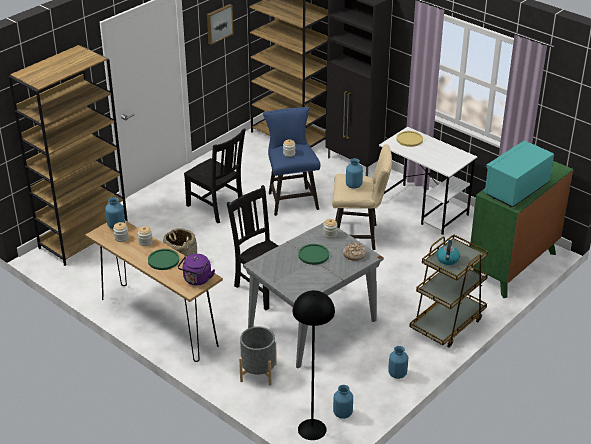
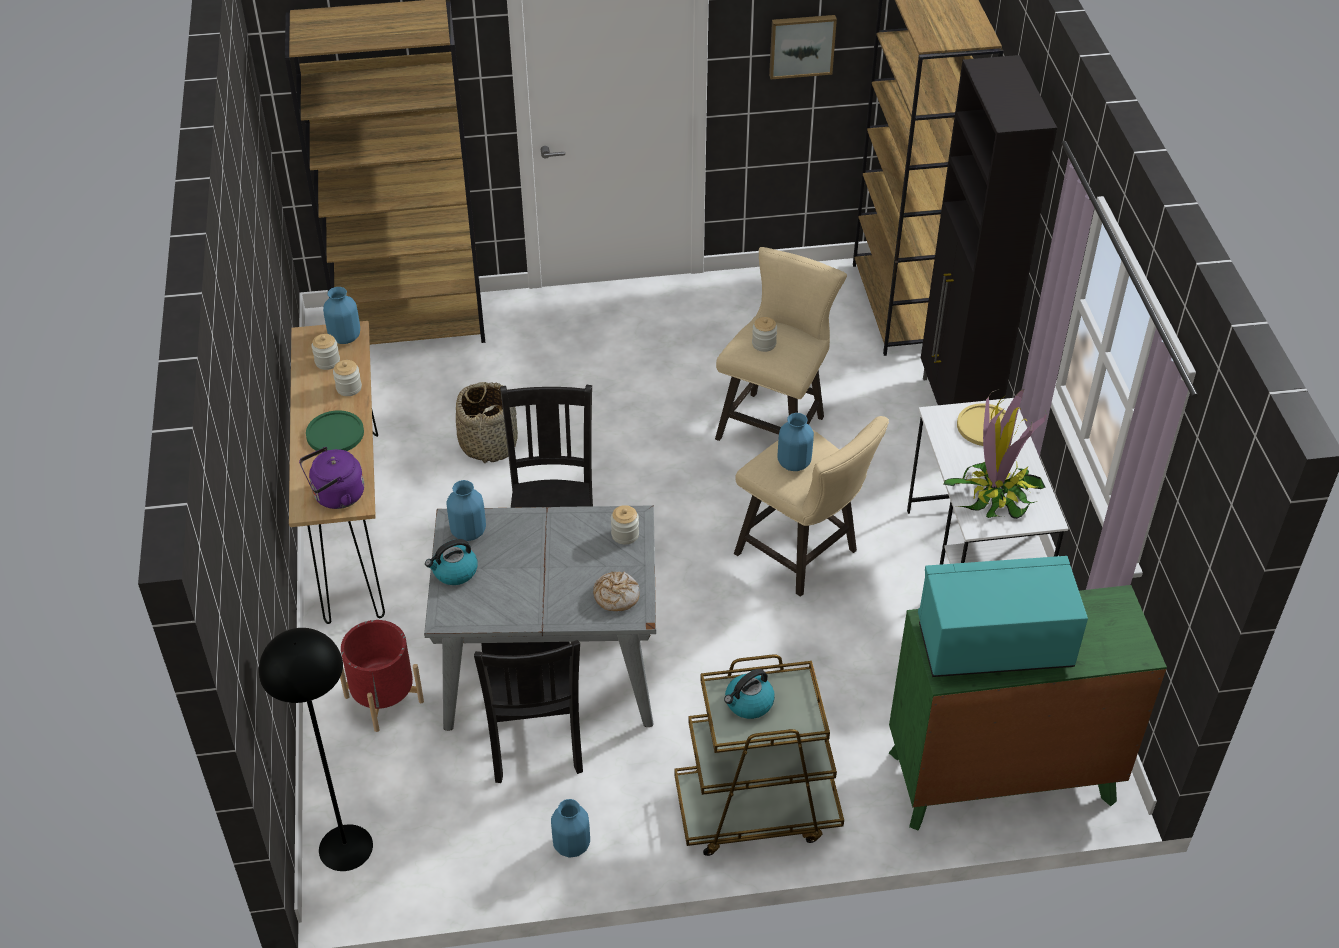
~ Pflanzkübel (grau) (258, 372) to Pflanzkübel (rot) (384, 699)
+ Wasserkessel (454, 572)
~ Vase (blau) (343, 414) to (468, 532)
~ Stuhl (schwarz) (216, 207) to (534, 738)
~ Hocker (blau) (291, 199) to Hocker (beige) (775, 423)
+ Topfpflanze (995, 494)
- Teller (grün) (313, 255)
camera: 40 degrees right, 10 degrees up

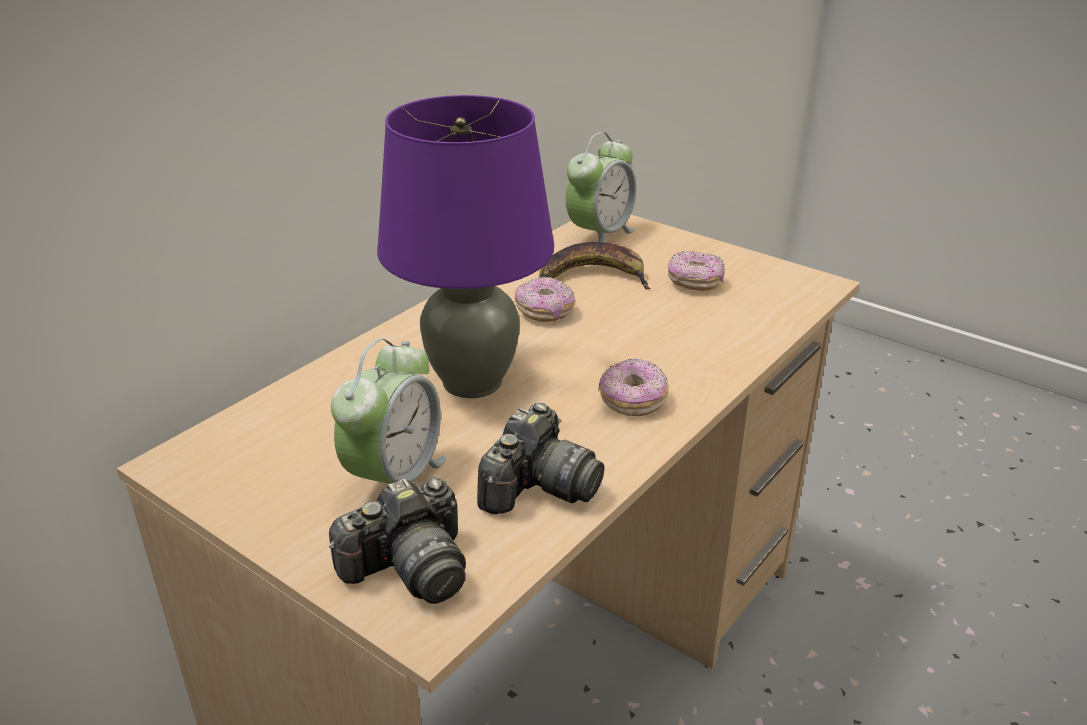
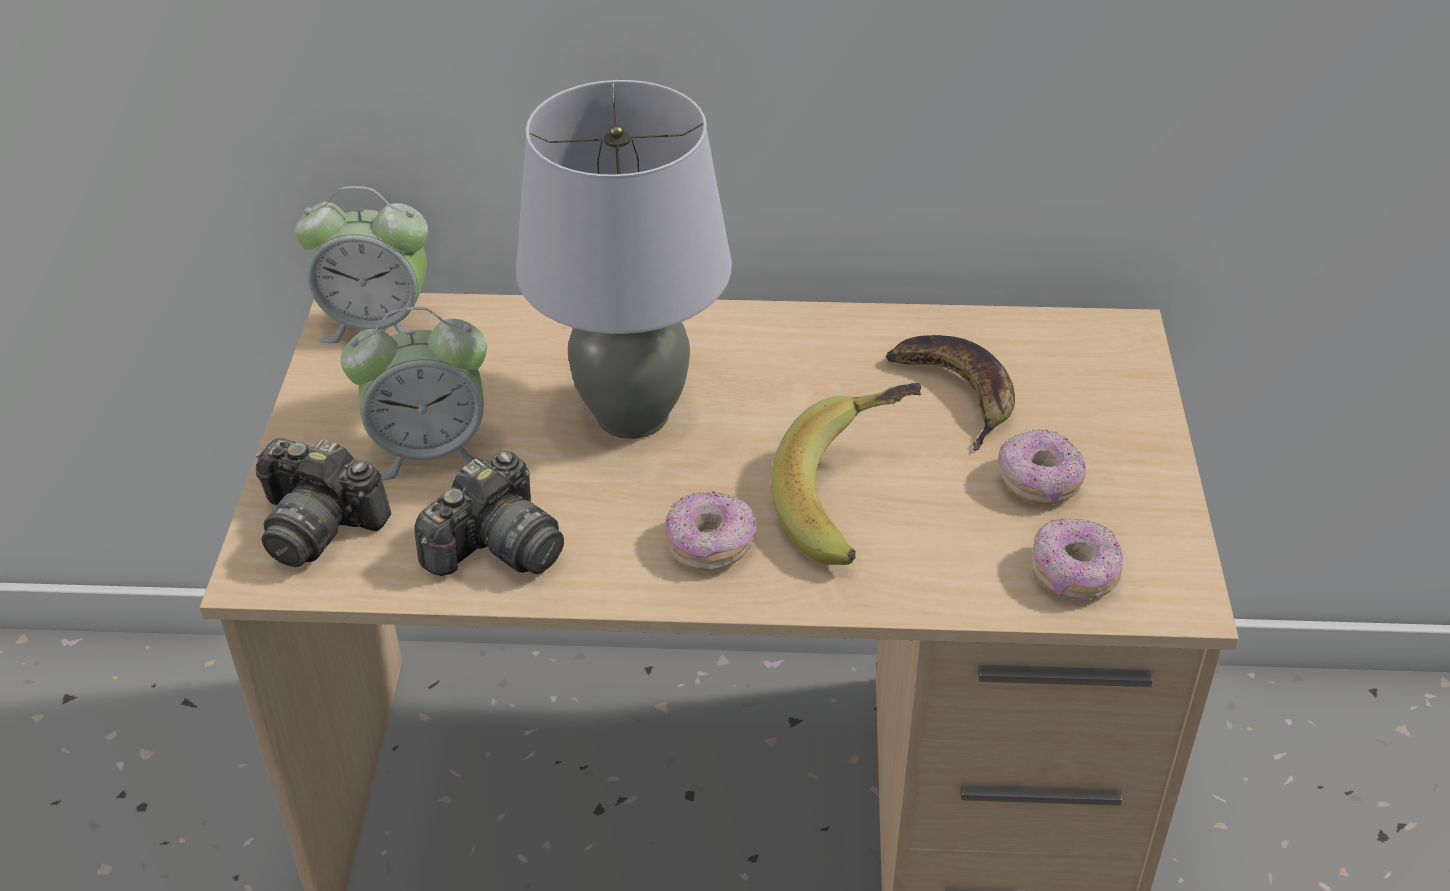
~ Wecker (600, 236) to (377, 324)
~ Kamera (538, 488) = (496, 548) 45 degrees counterclockwise
~ Tischlampe (lila) (472, 382) to Tischlampe (grau) (631, 415)
+ Banane (854, 502)
~ Donut (545, 312) to (1074, 574)
camera: 55 degrees right, 10 degrees up

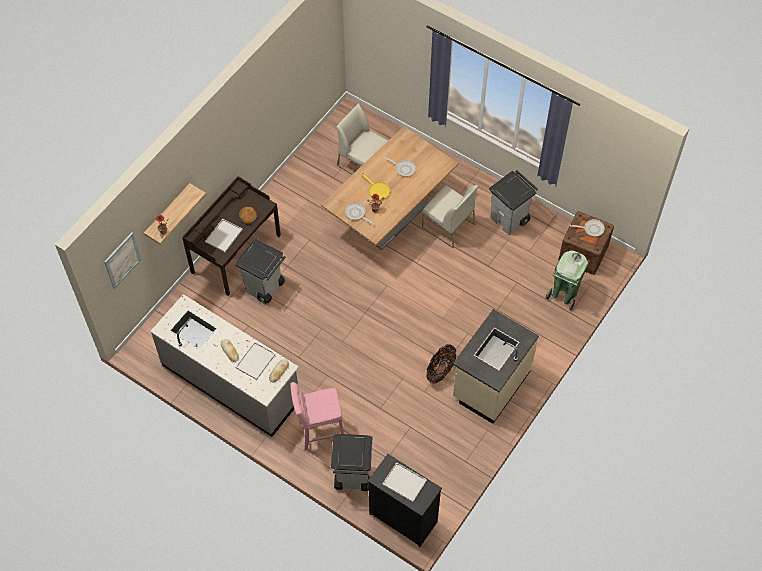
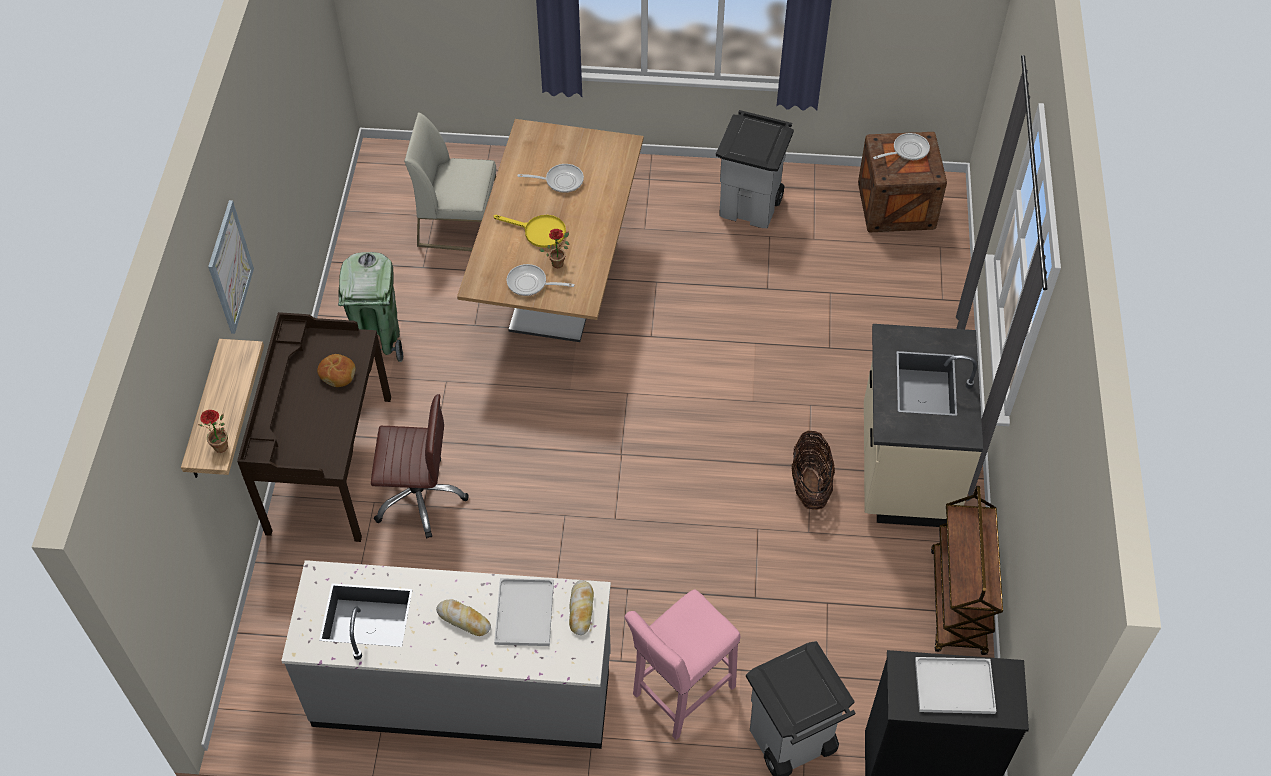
~ Bild (122, 260) to (230, 267)
~ Mülleimer (grün) (564, 294) to (378, 342)
~ Mülleimer (grau) (264, 288) to Bürostuhl (braun) (419, 497)
+ Rollwagen (braun) (958, 603)
- Tablett (weiß) (224, 235)
- Stuhl (weiß) (448, 226)
camera: 30 degrees left, 5 degrees down

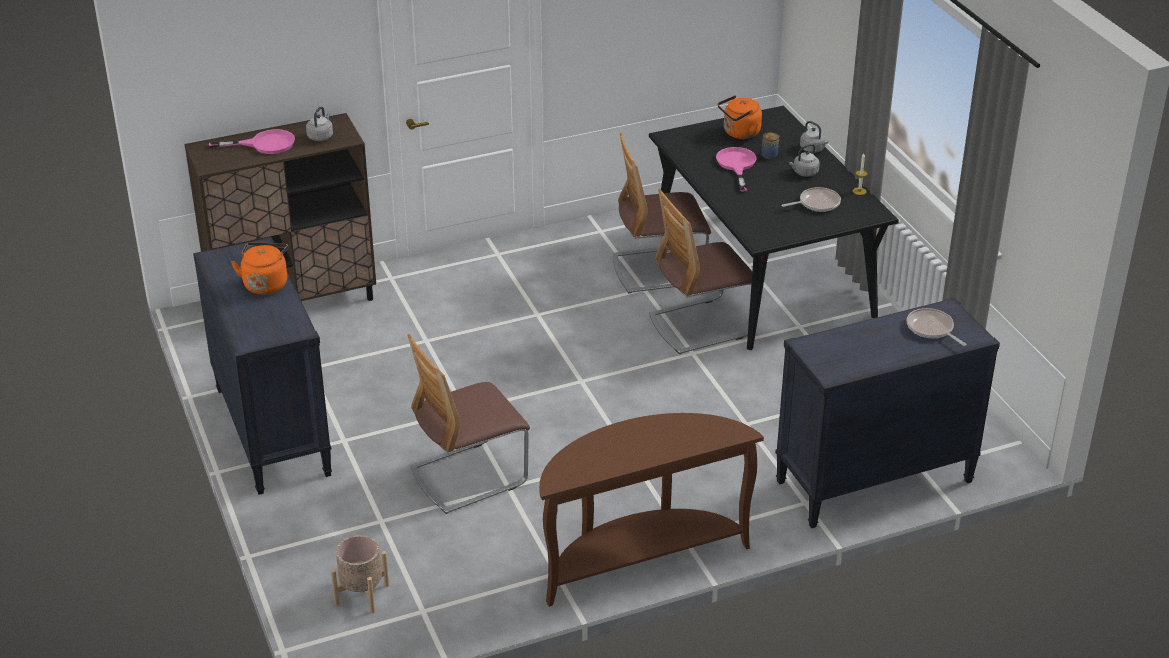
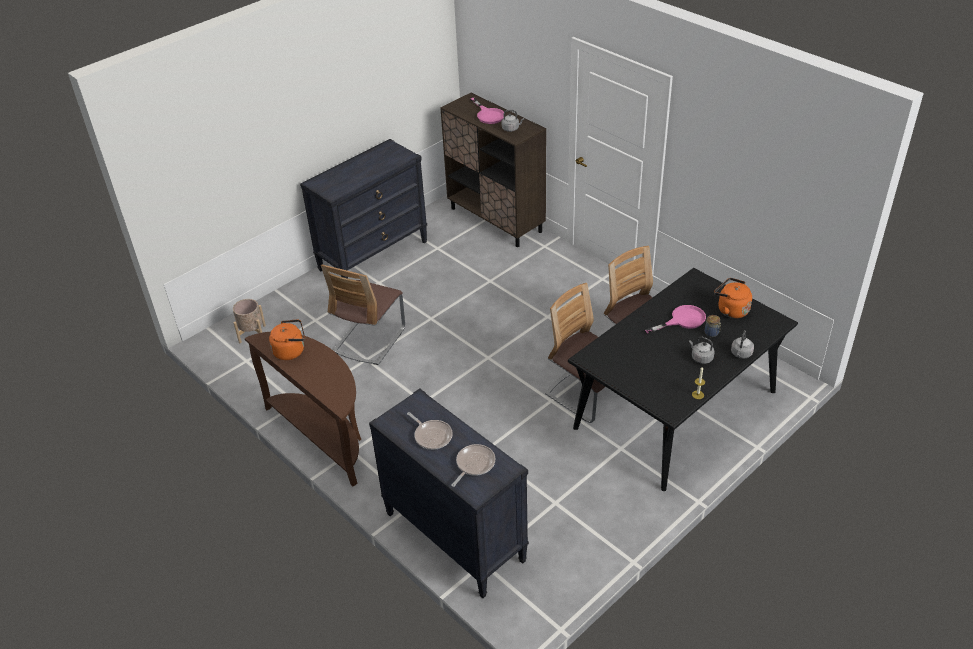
~ Wasserkessel (orange) (266, 283) to (291, 351)
~ Stuhl (469, 476) = (369, 340) 105 degrees counterclockwise
~ Pfanne (817, 203) to (432, 436)
camera: 70 degrees right, 5 degrees up

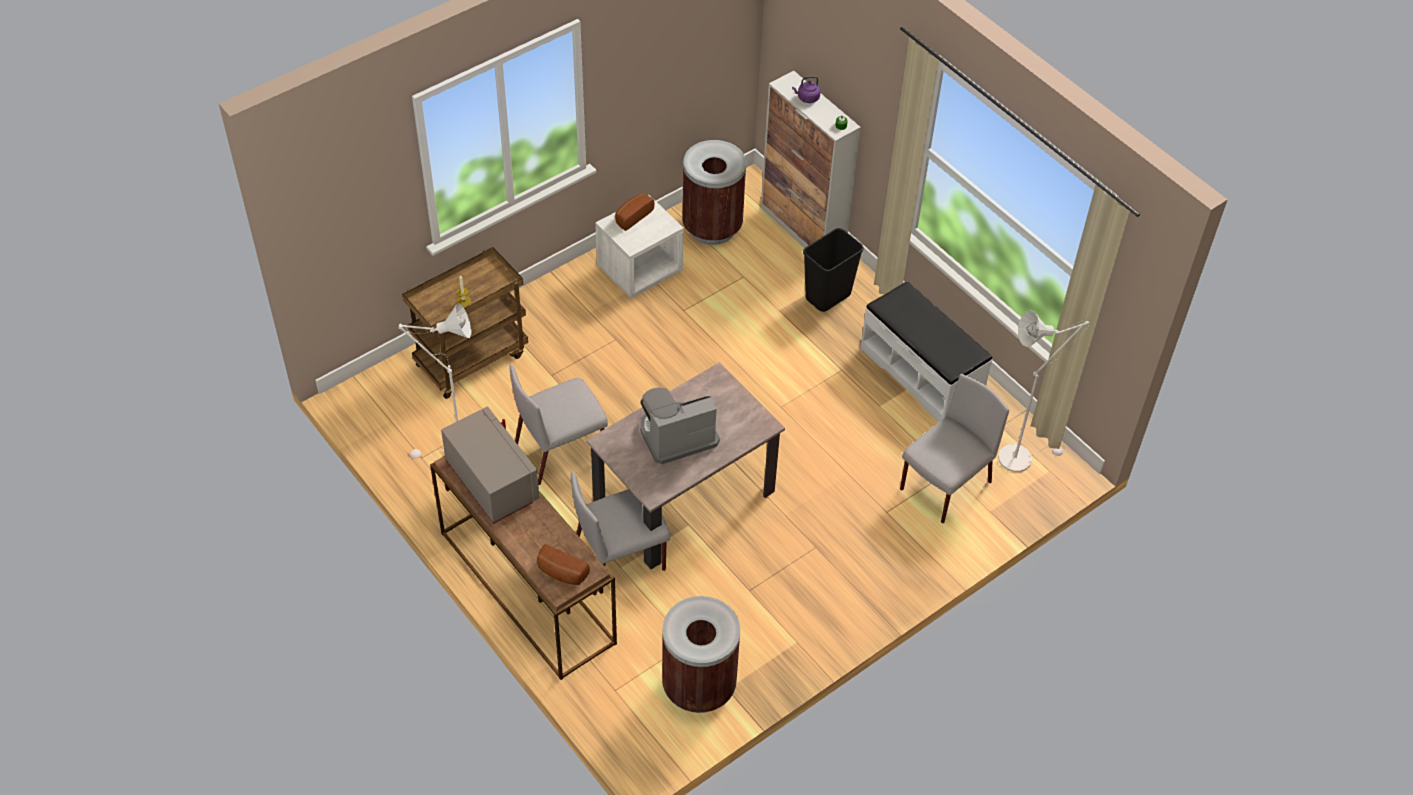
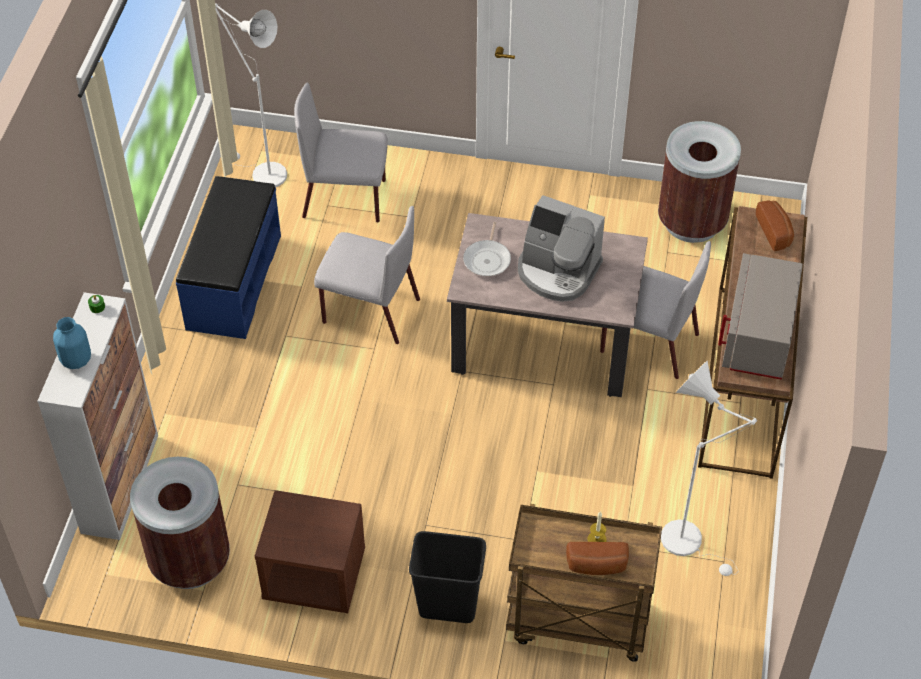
~ Wasserkessel (lila) (807, 98) to Vase (blau) (77, 360)
~ Bank (weiß) (921, 373) to Bank (blau) (233, 281)
~ Nachttisch (weiß) (640, 270) to Nachttisch (braun) (313, 576)
~ Stuhl (grau) (561, 450) to (369, 310)
~ Mülleimer (schwarz) (827, 296) to (447, 606)
+ Pfanne (487, 259)
~ Brot (632, 216) to (597, 567)
camera: 130 degrees left, 0 degrees up

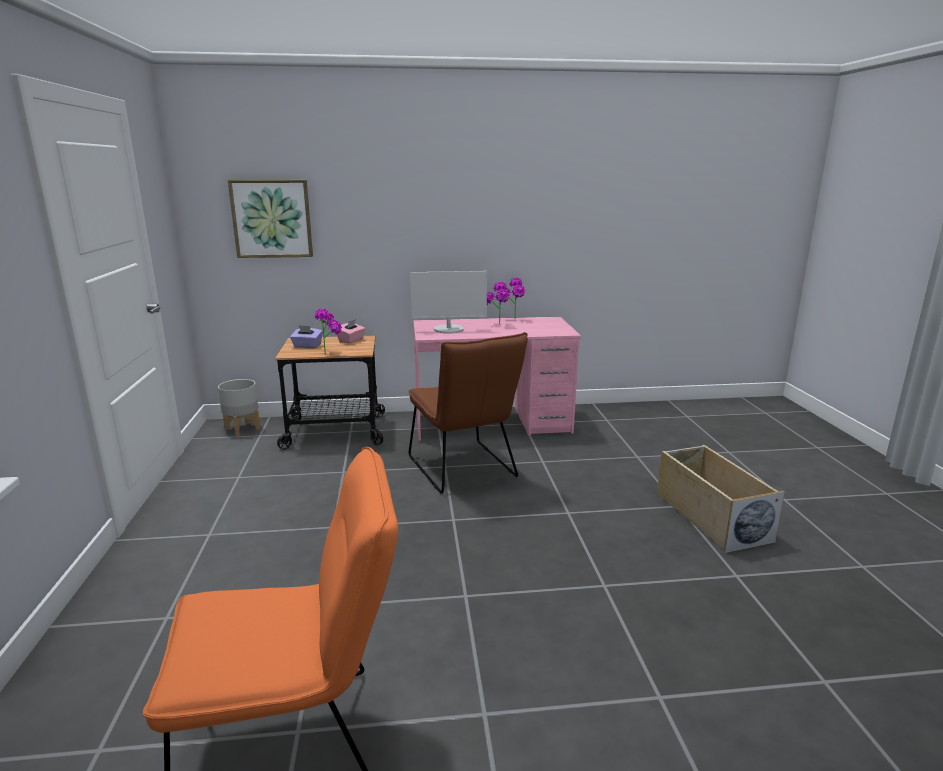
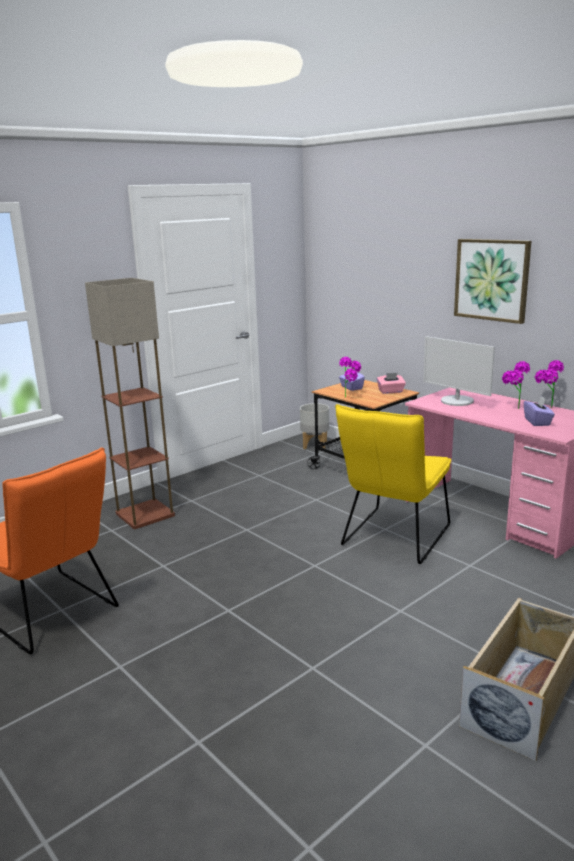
+ Stehlampe (145, 514)
~ Stuhl (braun) (464, 470) to Stuhl (gelb) (393, 539)
~ Bild (272, 219) to (492, 280)
+ Taschentuchbox (lila) (537, 422)
camera: 55 degrees right, 0 degrees up

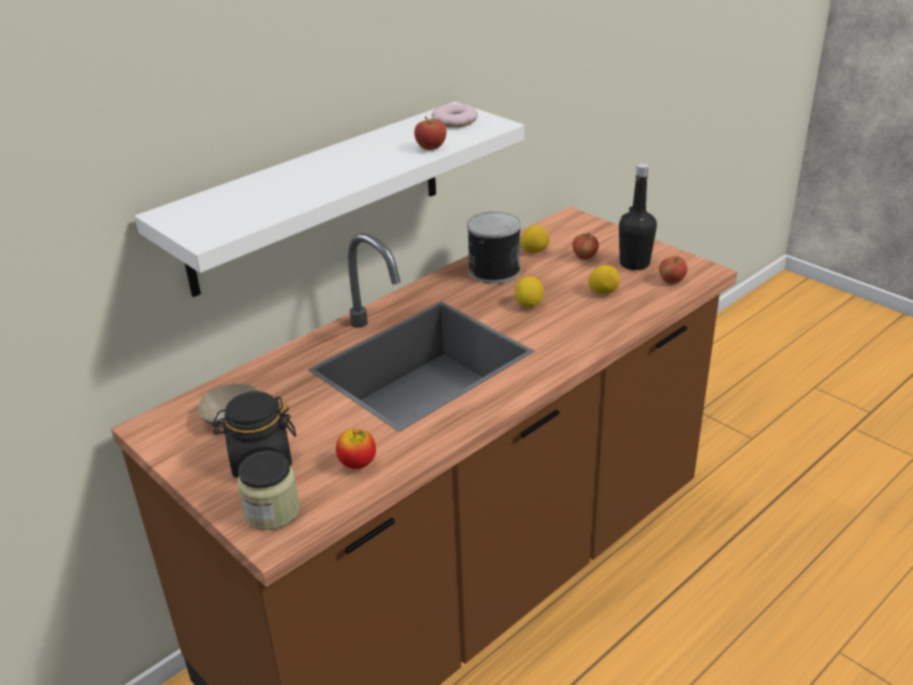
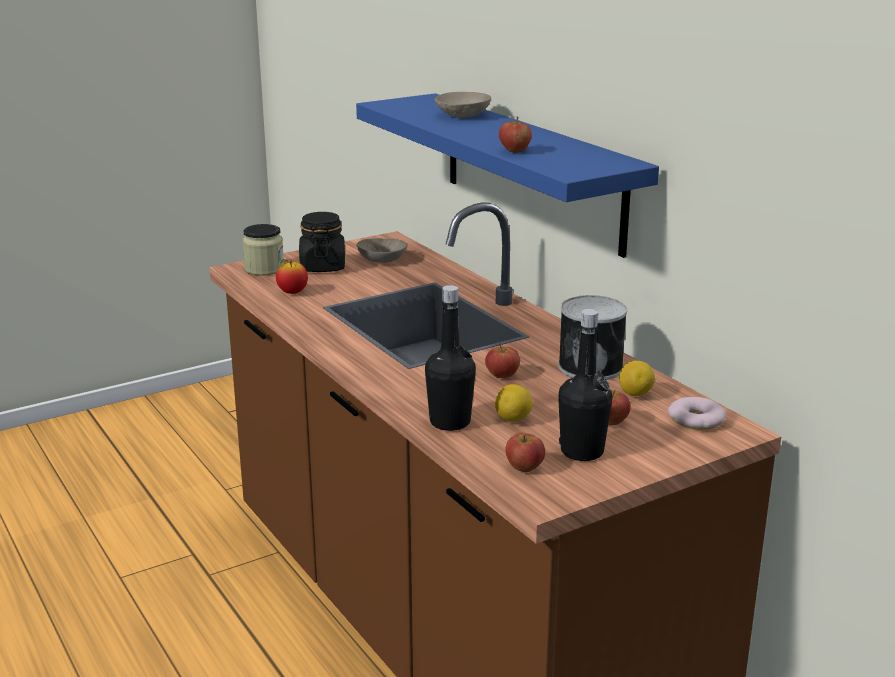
~ Wandregal (weiß) (318, 197) to Wandregal (blau) (531, 171)
+ Flasche (schwarz) (450, 422)
+ Schüssel (beige) (464, 115)
~ Zitrone (529, 304) to Apfel (502, 376)
~ Donut (455, 121) to (696, 419)
camera: 100 degrees right, 10 degrees down

